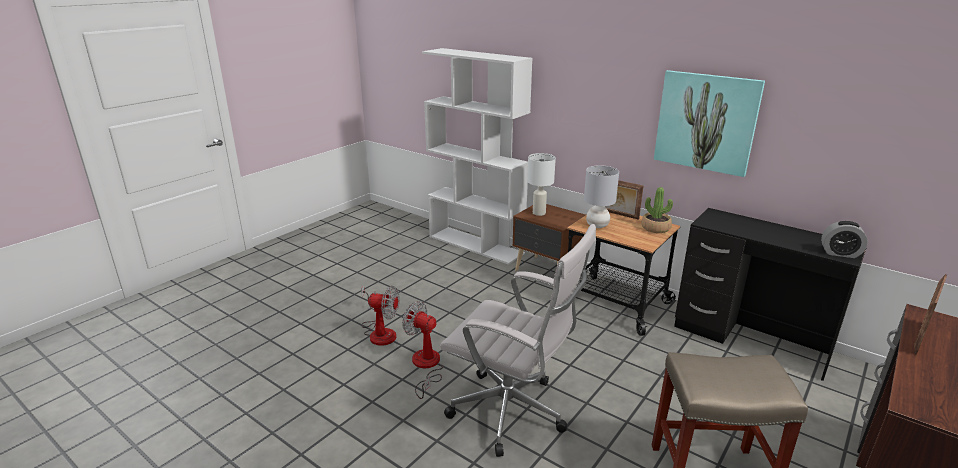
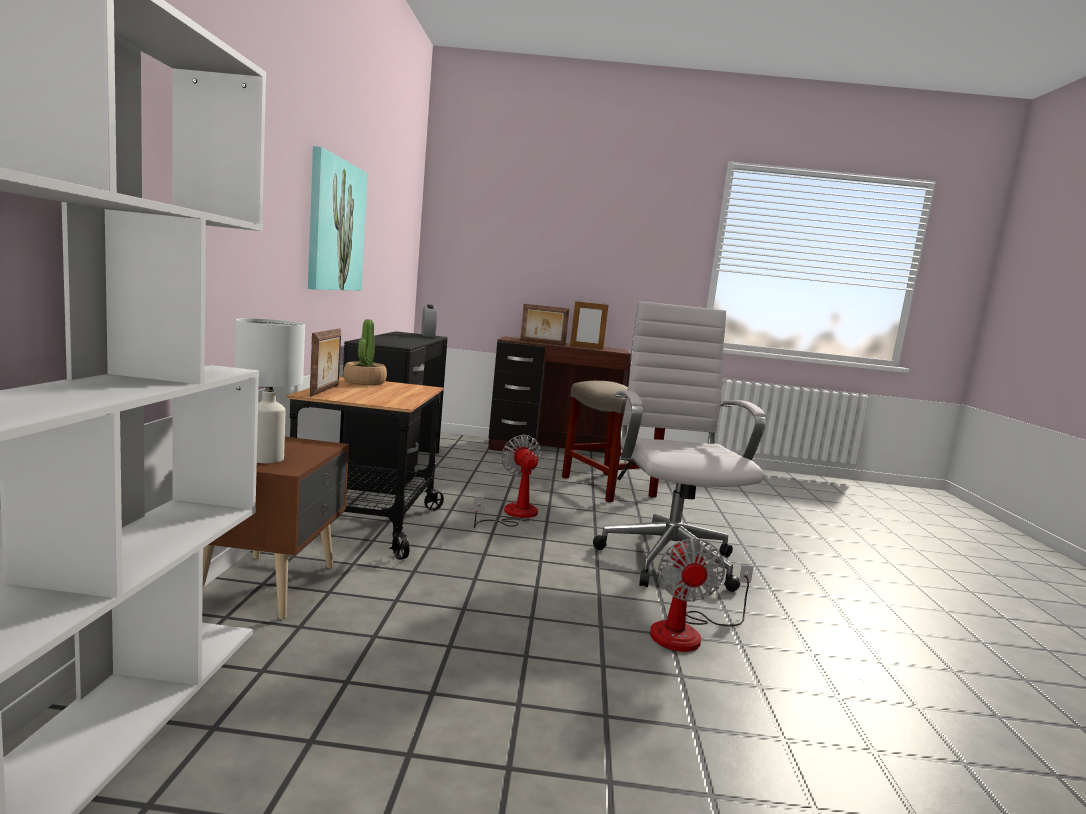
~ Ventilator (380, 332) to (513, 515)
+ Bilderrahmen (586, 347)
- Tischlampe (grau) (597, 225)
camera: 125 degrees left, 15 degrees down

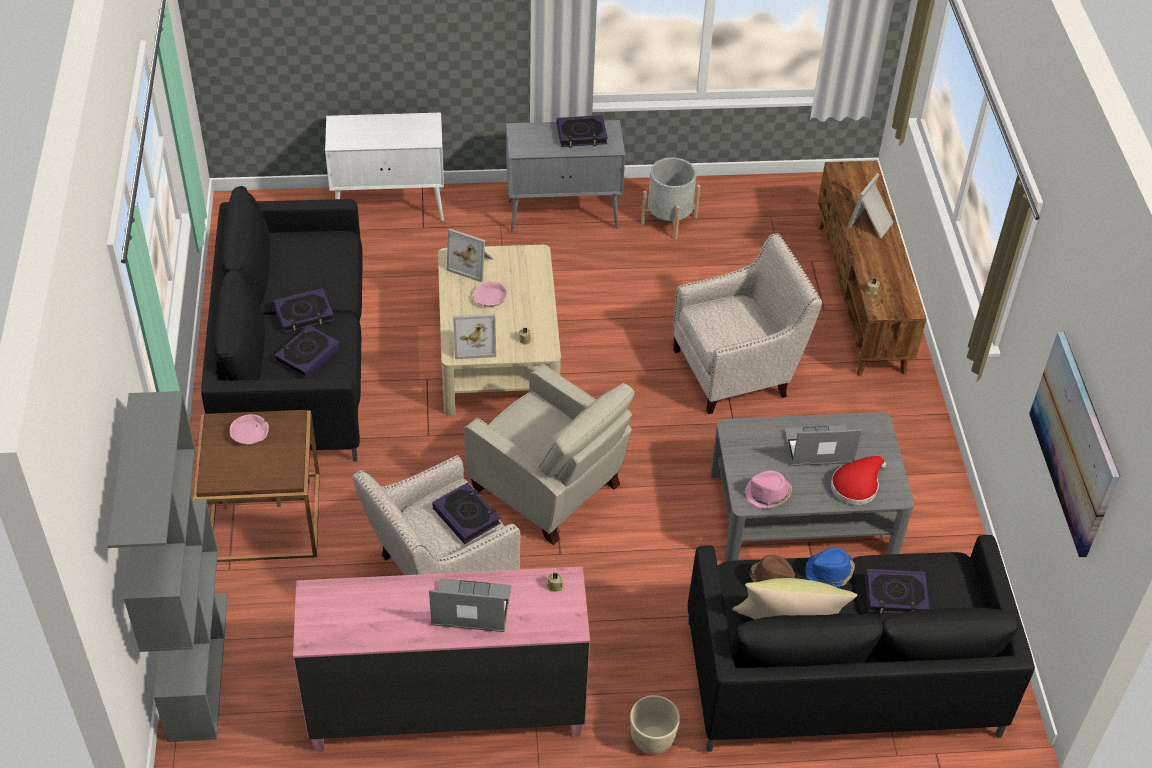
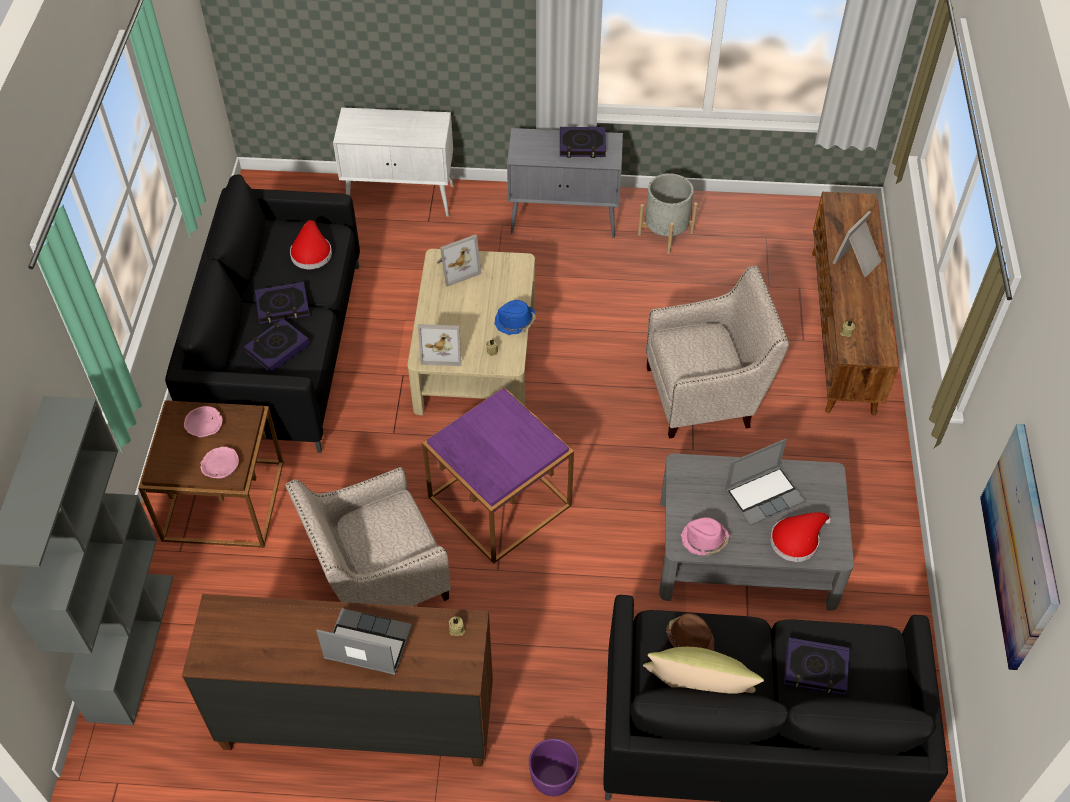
~ Kommode (rosa) (446, 708) to Kommode (braun) (357, 720)
~ Schüssel (rosa) (489, 298) to (220, 466)
+ Hut (rot) (311, 252)
~ Sessel (beige) (549, 489) to Beistelltisch (lila) (499, 501)
~ Bilderrahmen (472, 264) = (456, 268) 60 degrees counterclockwise
~ Hut (blau) (829, 572) to (515, 322)
~ Pflanzkübel (beige) (652, 740) to Pflanzkübel (lila) (552, 779)
~ Laptop (818, 448) = (764, 495) 150 degrees clockwise
- Buch (466, 516)
camera: 10 degrees right, 5 degrees up

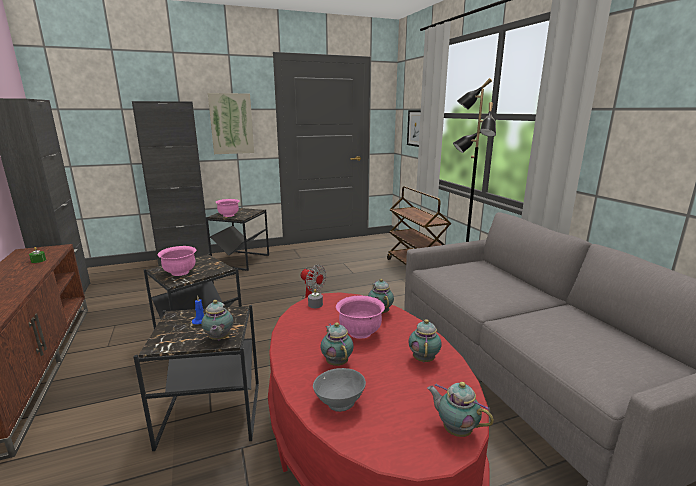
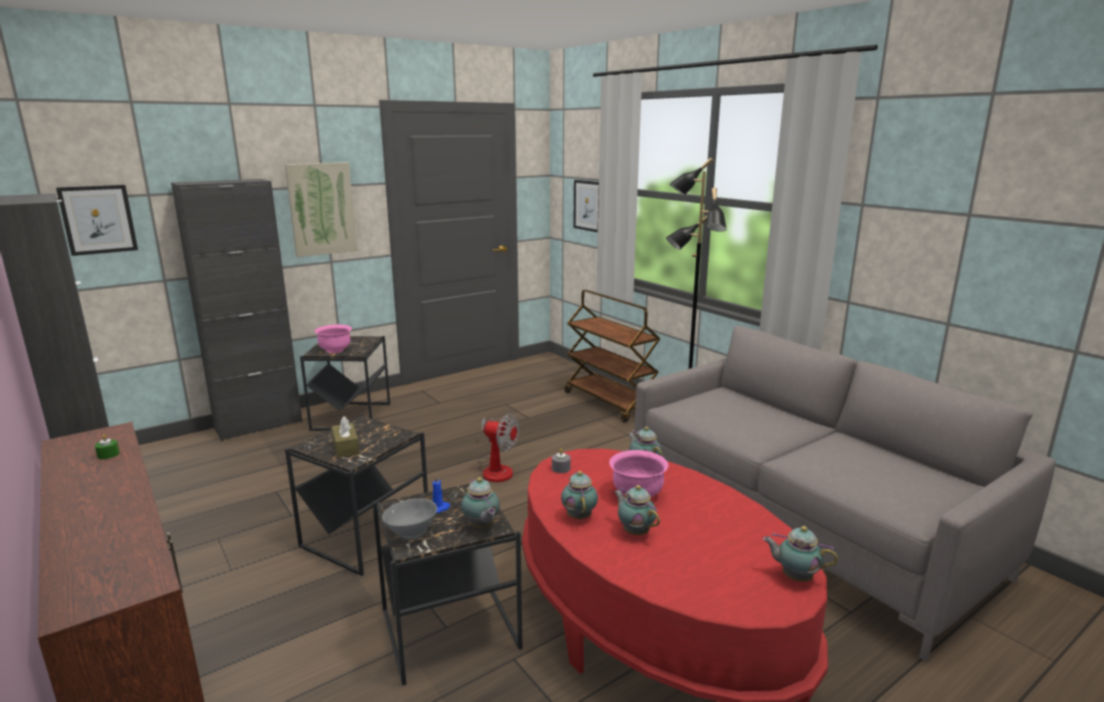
+ Bild (98, 219)
~ Schüssel (rosa) (180, 272) to Taschentuchbox (braun) (346, 447)
~ Schüssel (grau) (339, 402) to (411, 532)
~ Teekanne (424, 358) to (579, 516)
camera: 15 degrees left, 0 degrees up

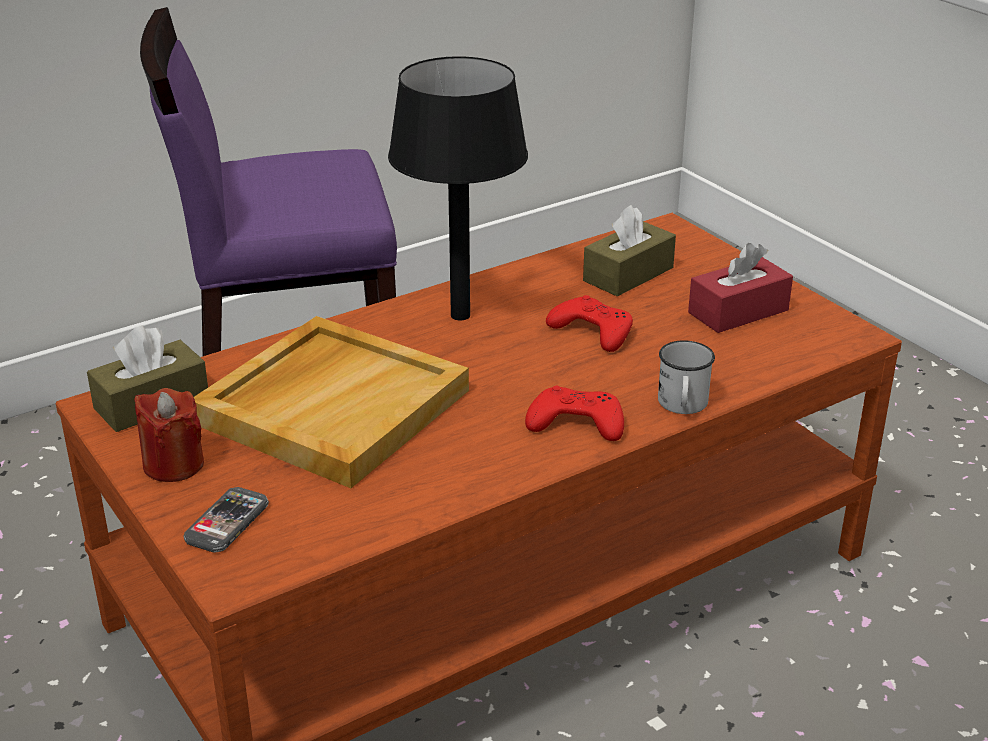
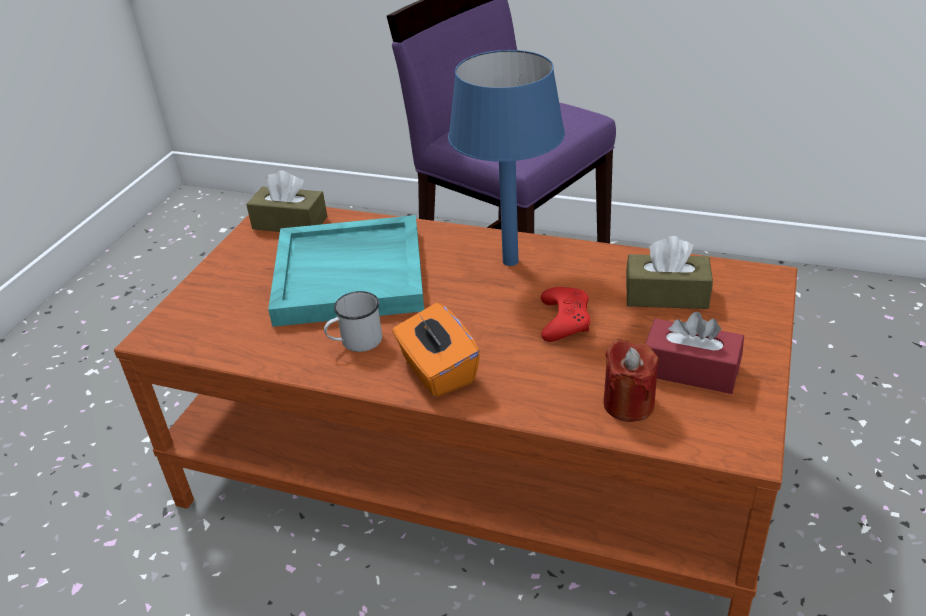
~ Tablett (beige) (332, 405) to Tablett (türkis) (351, 274)
~ Henkelbecher (weiß) (682, 406) to (355, 342)
~ Gamepad (rot) (576, 422) to Taschentuchbox (orange) (437, 371)
~ Tischlampe (schwarz) (460, 316) to Tischlampe (blau) (509, 261)
~ Kerze (rot) (173, 465) to (628, 404)
- Handy (227, 522)
camera: 55 degrees right, 5 degrees up

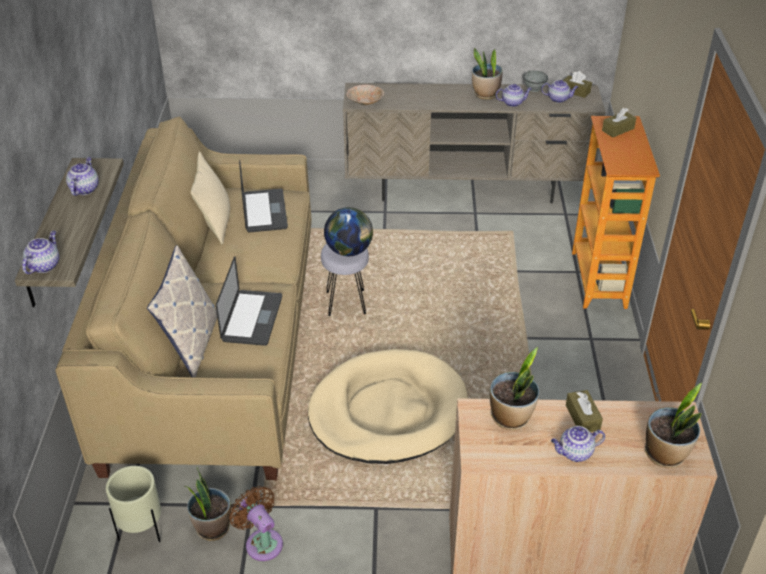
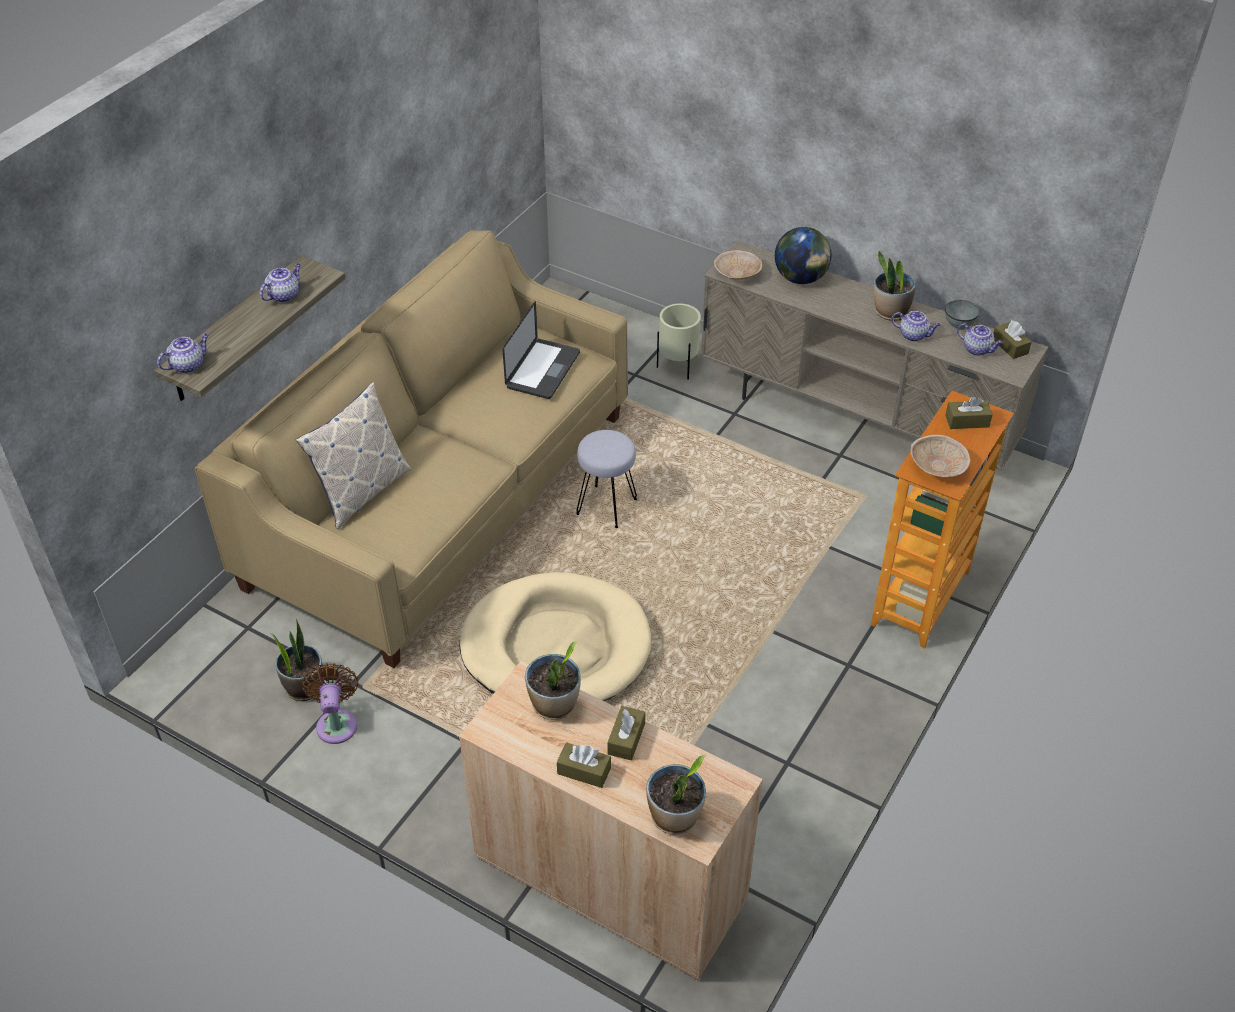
~ Teekanne (574, 453) to Taschentuchbox (braun) (584, 771)
~ Pflanzkübel (beige) (142, 531) to (678, 368)
~ Globus (349, 251) to (800, 278)
+ Schüssel (beige) (938, 468)
- Kissen (beige) (215, 224)
- Laptop (252, 319)
camera: 30 degrees right, 5 degrees up

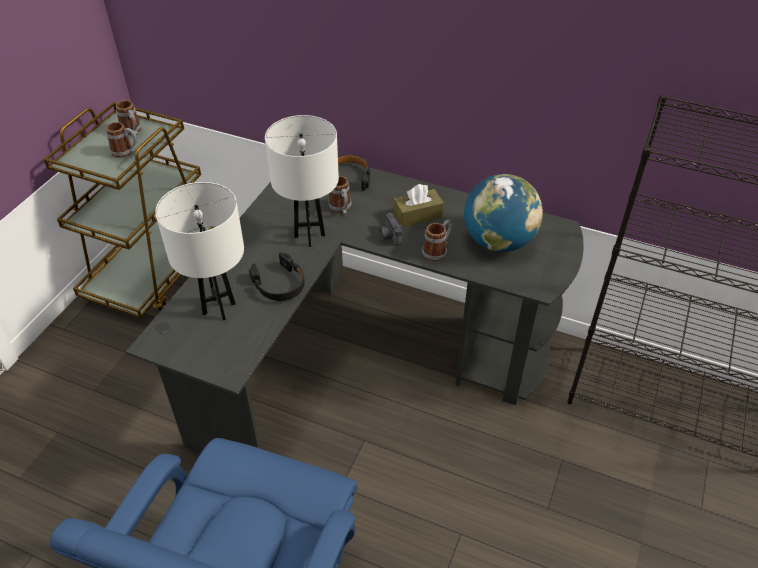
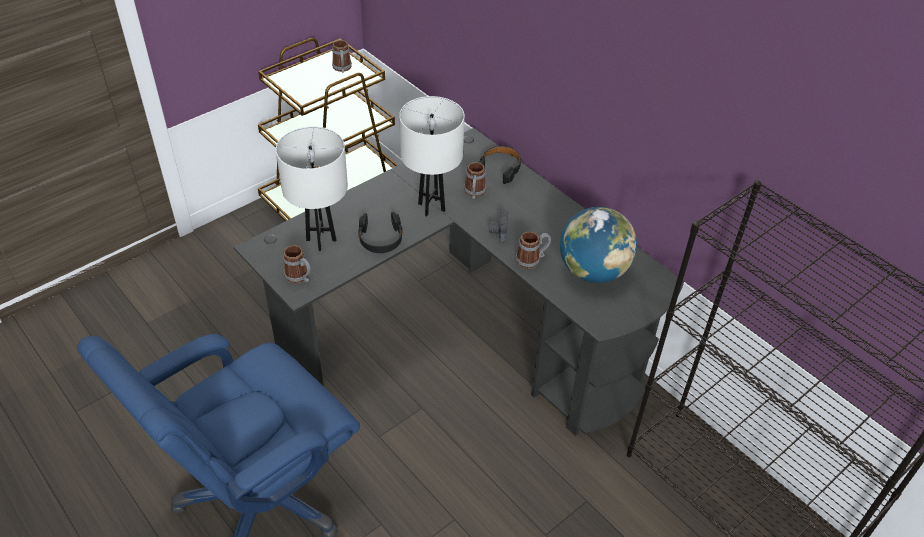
~ Henkelbecher (126, 152) to (300, 277)
- Taschentuchbox (braun) (417, 215)
camera: 25 degrees right, 0 degrees up

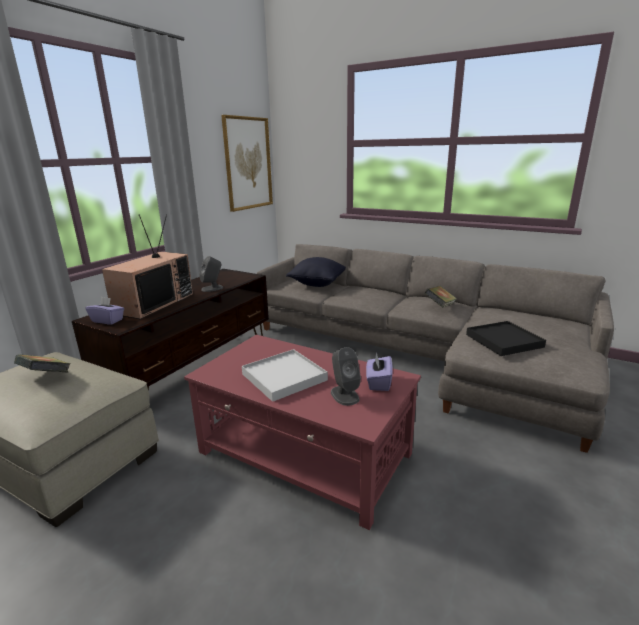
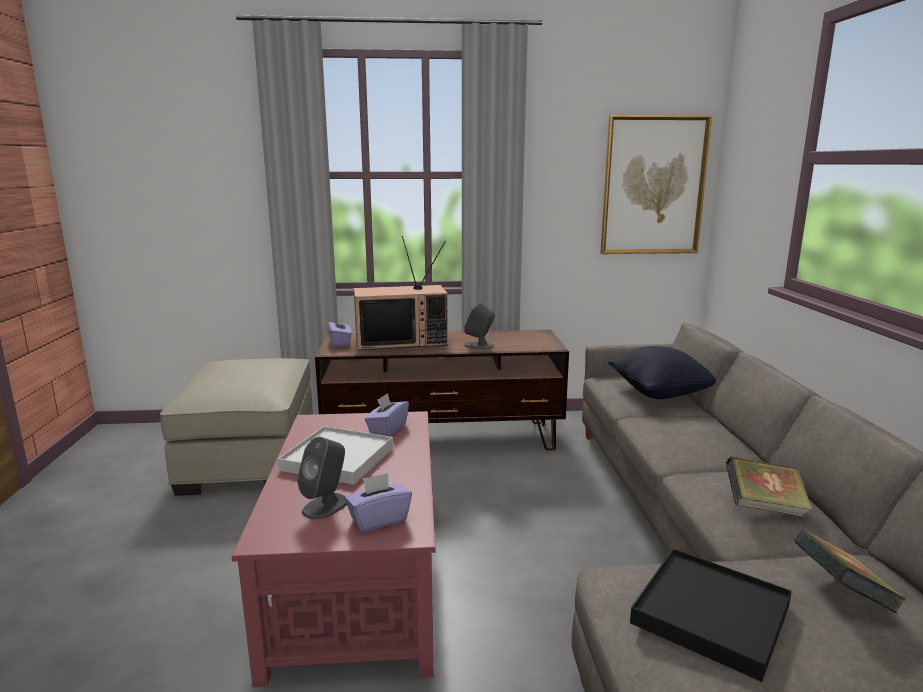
+ Taschentuchbox (lila) (387, 429)
~ Buch (46, 377) to (841, 594)
camera: 55 degrees right, 5 degrees down

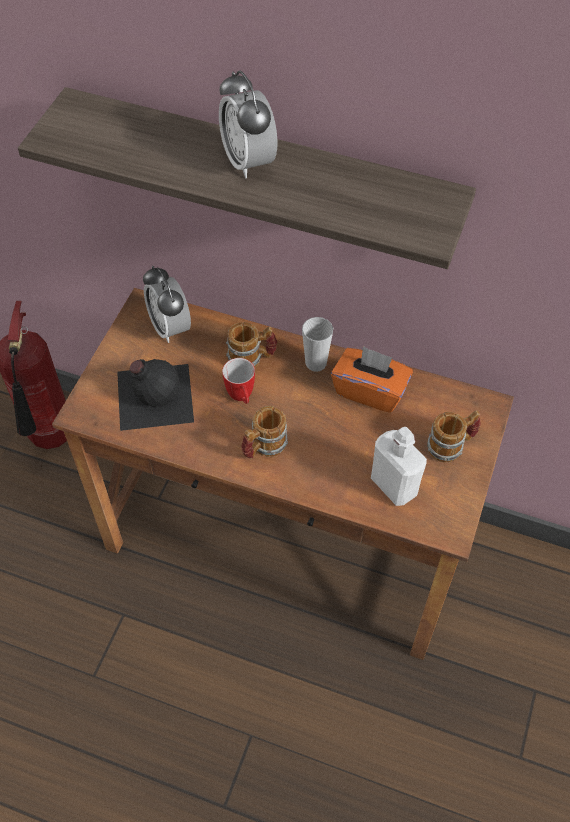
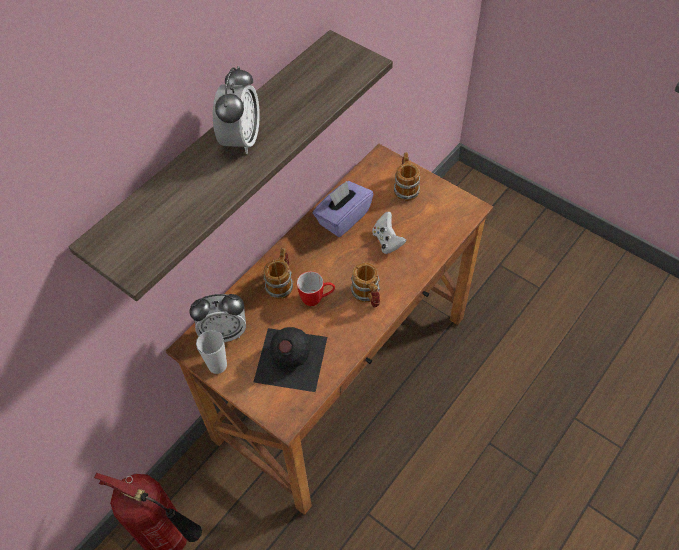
~ Tasse (316, 363) to (217, 365)
~ Wecker (248, 162) = (241, 140) 75 degrees counterclockwise
~ Taschentuchbox (orange) (370, 391) to Taschentuchbox (lila) (343, 218)
+ Gamepad (weiß) (387, 241)
- Flasche (weiß) (394, 485)
camera: 70 degrees left, 0 degrees up

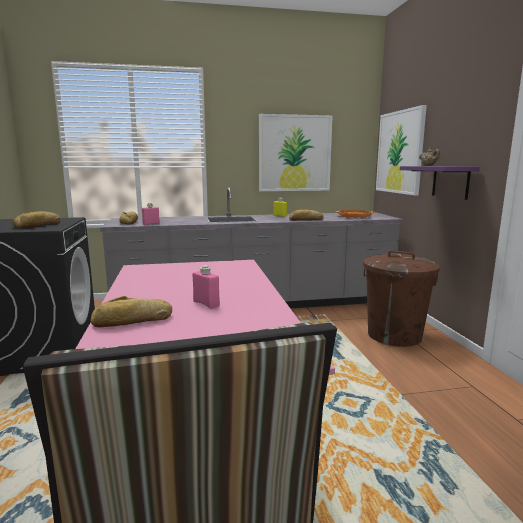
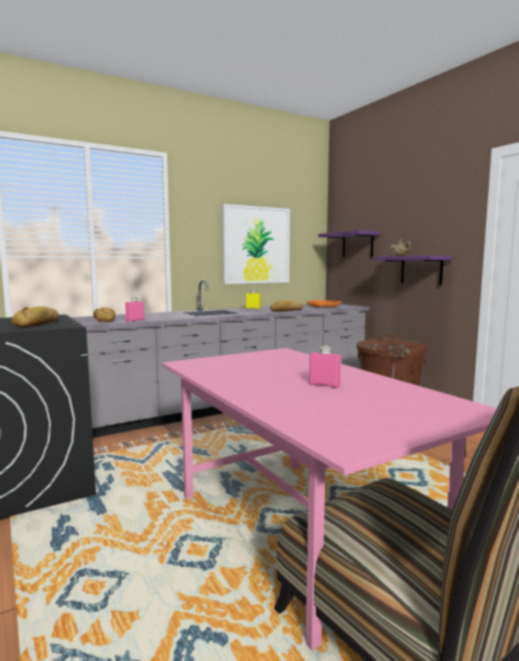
~ Bild (400, 152) to Wandregal (lila) (357, 245)
- Brot (133, 321)
camera: 20 degrees left, 5 degrees down

